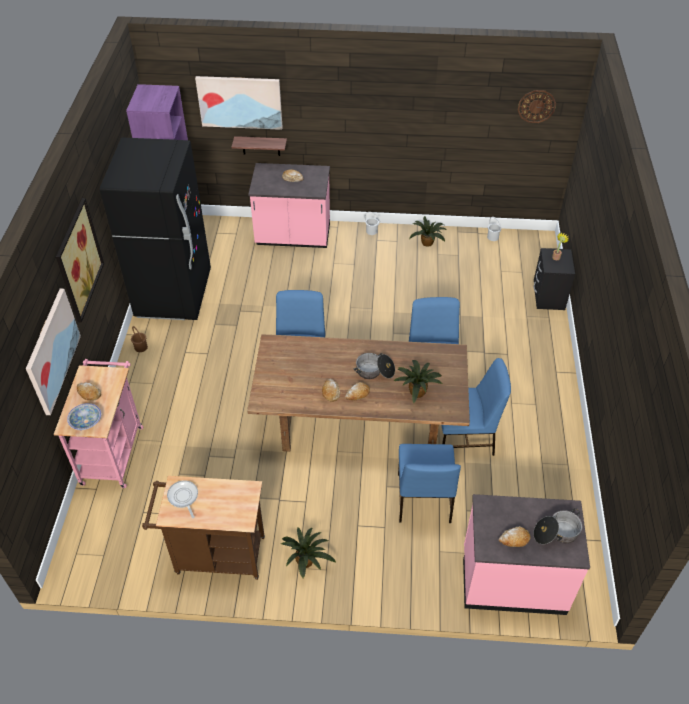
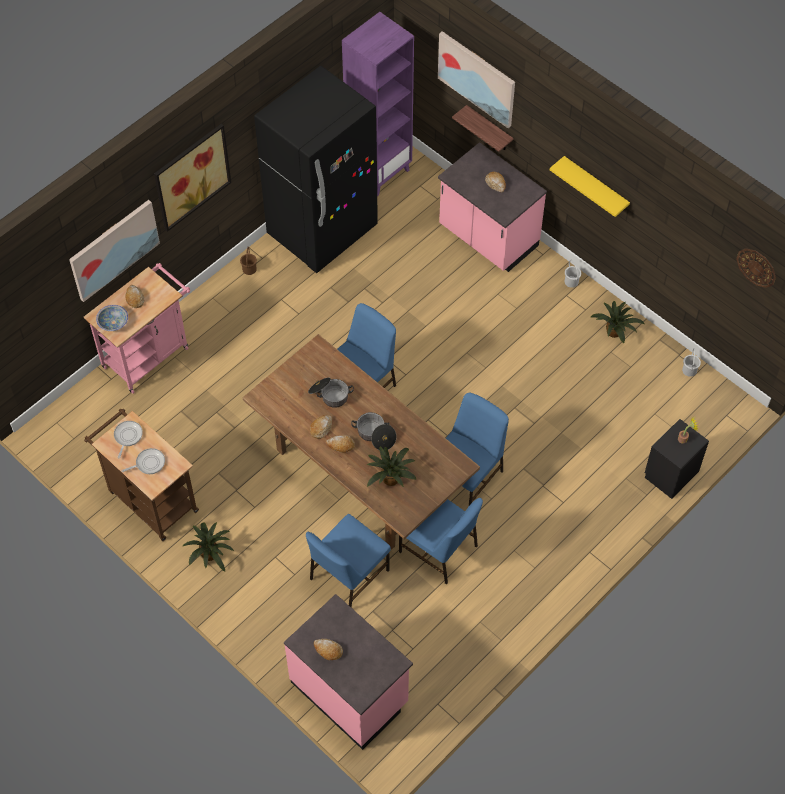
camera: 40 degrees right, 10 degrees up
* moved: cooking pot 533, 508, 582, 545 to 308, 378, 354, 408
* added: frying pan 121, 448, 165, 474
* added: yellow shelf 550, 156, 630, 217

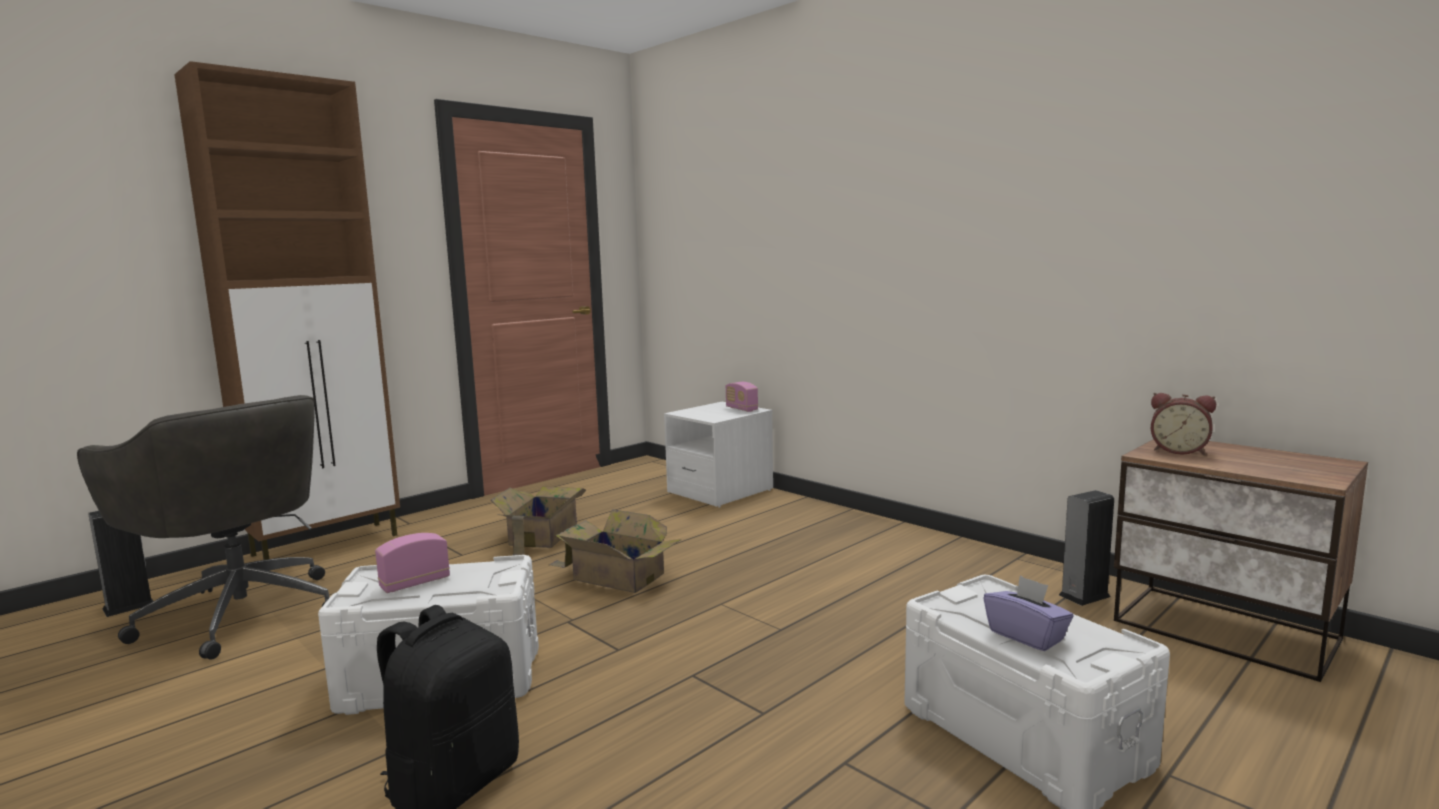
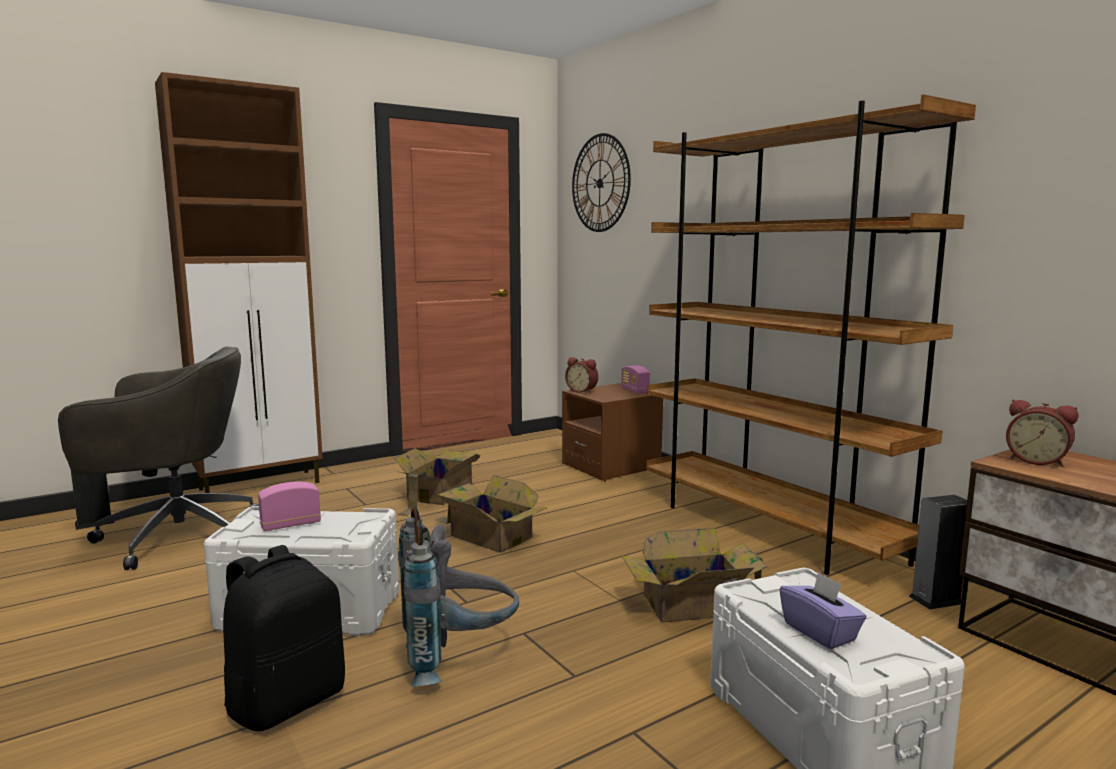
camera: 10 degrees right, 0 degrees up
* turned: grey office chair 77, 395, 330, 659 = 58, 347, 259, 570 60 degrees counterclockwise
* recoloured: white nightstand 664, 402, 773, 507 to brown nightstand 562, 383, 663, 481
* added: grey backpack 398, 507, 519, 686
* added: alarm clock 565, 357, 598, 393
* added: wall clock 572, 133, 631, 232
* added: cardboard box 622, 528, 768, 622
* added: brown bookcase 646, 94, 976, 575

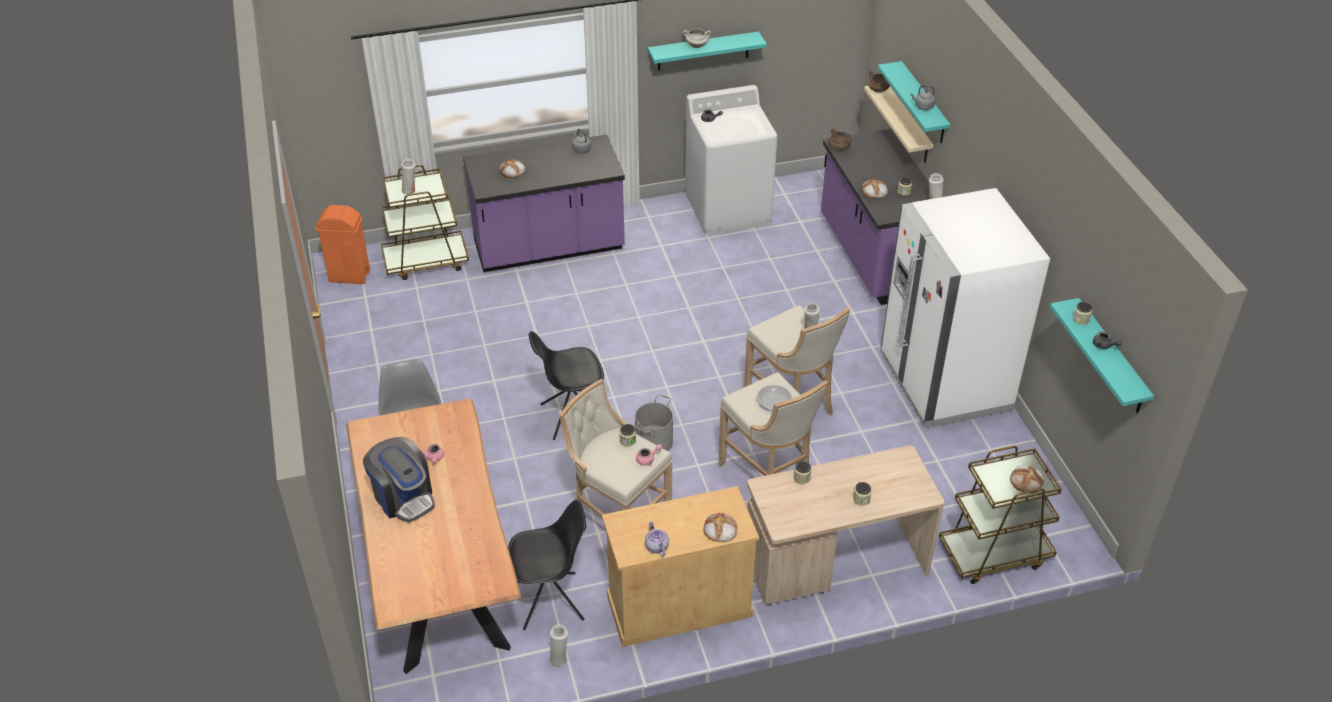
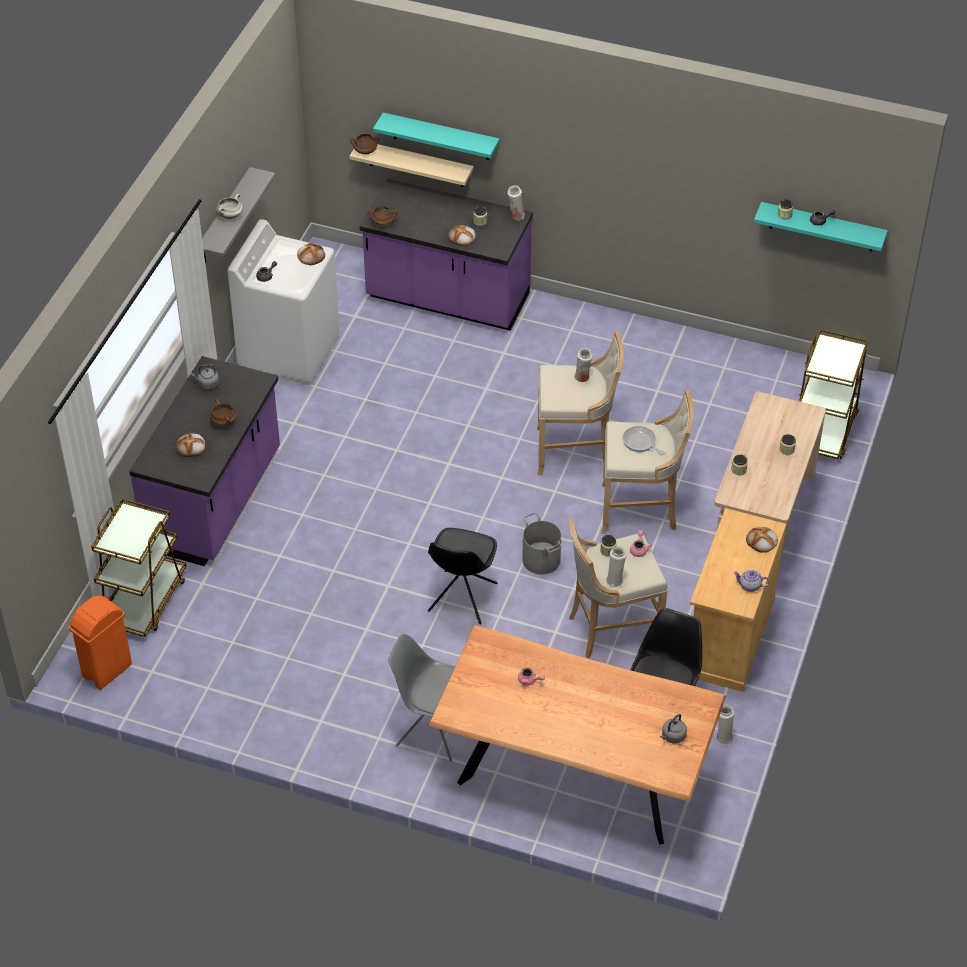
camera: 55 degrees left, 5 degrees up
* removed: coffee machine 363, 437, 435, 522
* moved: white vase 401, 159, 415, 195 to 606, 546, 627, 587
* recoloured: turquoise shelf 648, 31, 767, 71 to grey shelf 202, 167, 275, 263
* removed: white fridge 881, 188, 1050, 427
* moved: grey kettle 910, 85, 936, 110 to 660, 714, 687, 744
* moved: bread 1010, 466, 1044, 493 to 297, 243, 325, 265
* added: brown cooking pot 210, 399, 237, 427

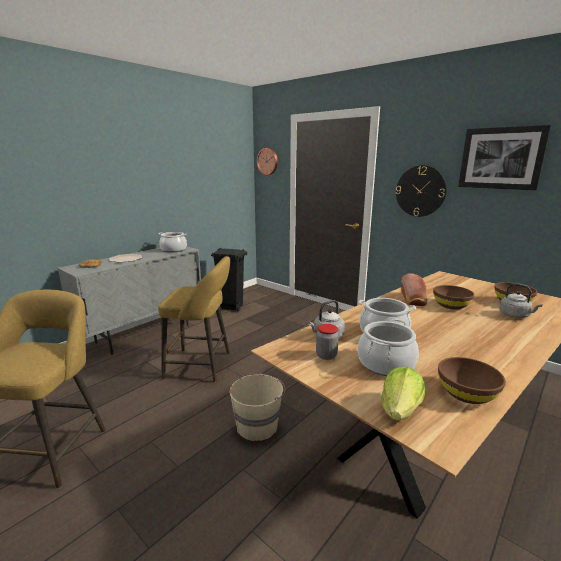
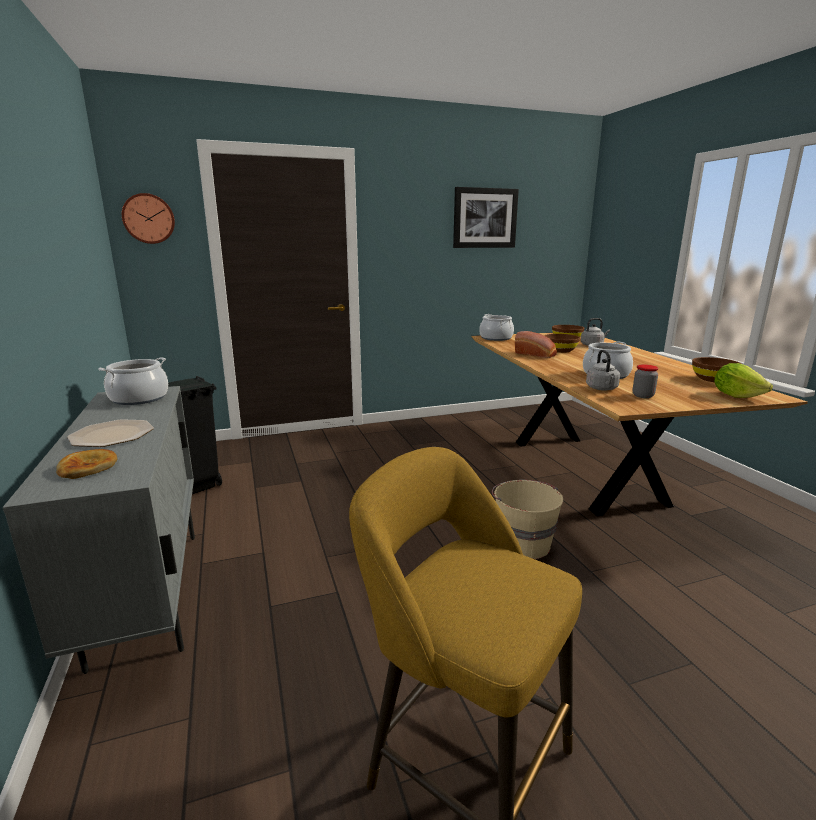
camera: 60 degrees left, 0 degrees up
* removed: yellow stool 158, 256, 230, 382
* moved: cooking pot 358, 319, 419, 376 to 479, 314, 514, 341
* removed: wall clock 396, 165, 447, 217

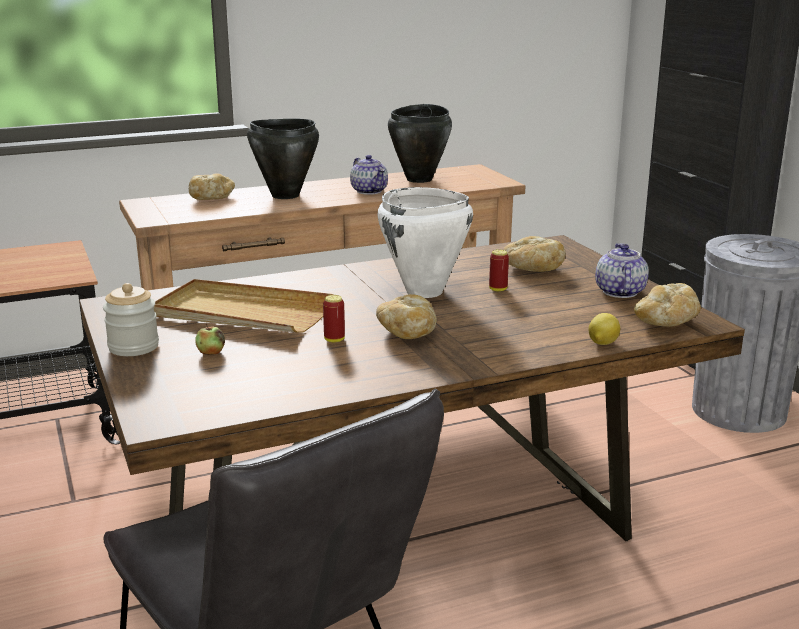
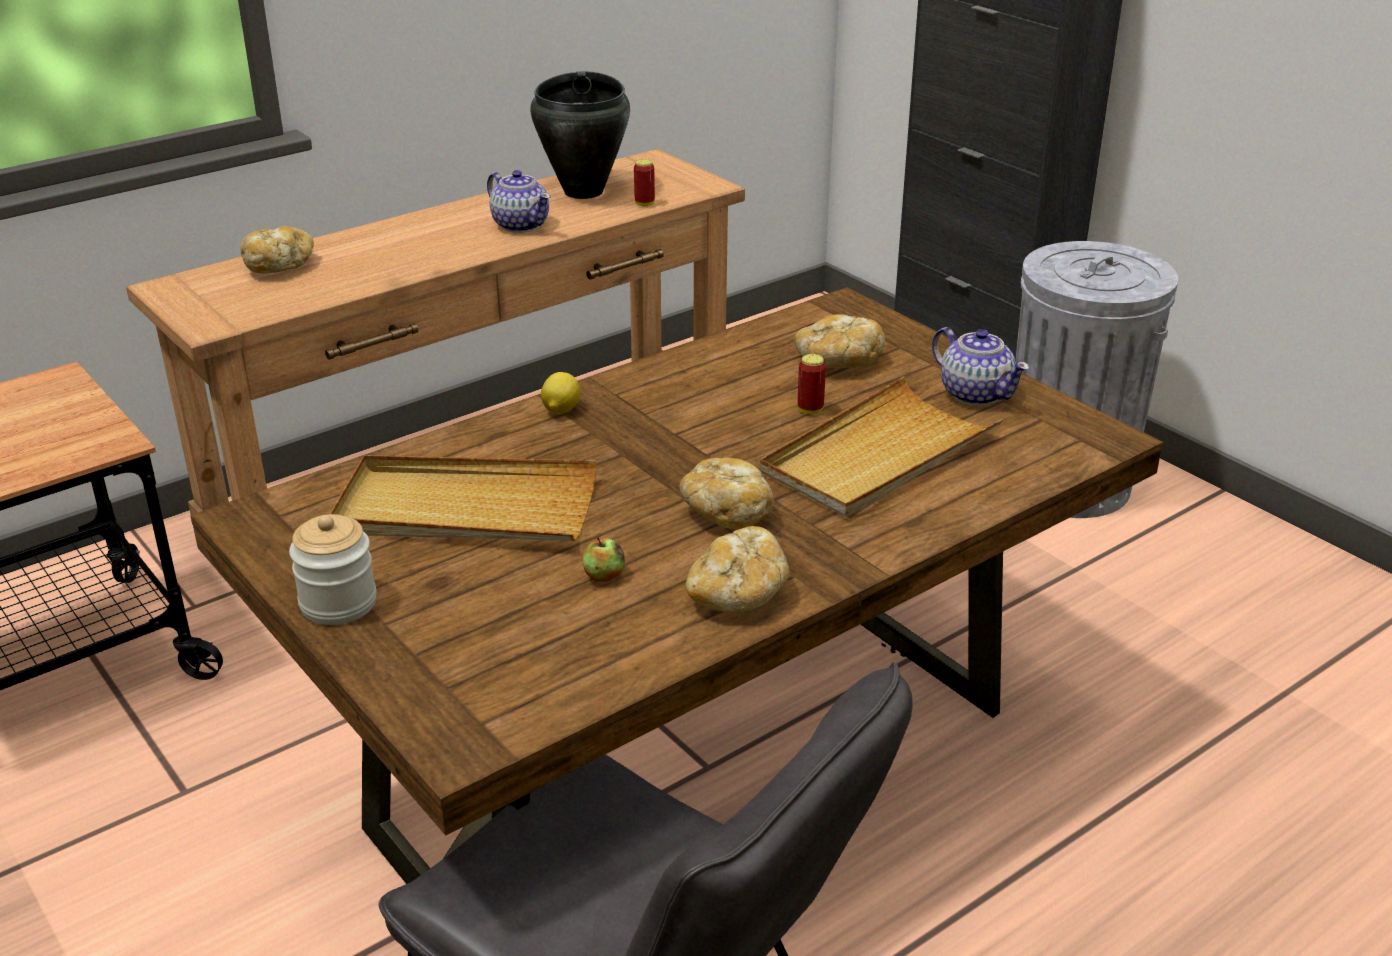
camera: 15 degrees left, 10 degrees up
* moved: apple 195, 324, 225, 355 to 583, 537, 625, 582
* removed: black cooking pot 247, 118, 319, 199
* moved: can 323, 295, 345, 343 to 634, 159, 655, 206
* removed: white cooking pot 378, 187, 473, 298
* moved: lemon 588, 313, 620, 345 to 541, 372, 581, 414
* turned: teapot 595, 243, 649, 298 = 932, 327, 1030, 406 150 degrees clockwise
* moved: bread 634, 283, 701, 327 to 686, 526, 790, 612
* added: beige tray 760, 376, 1003, 518

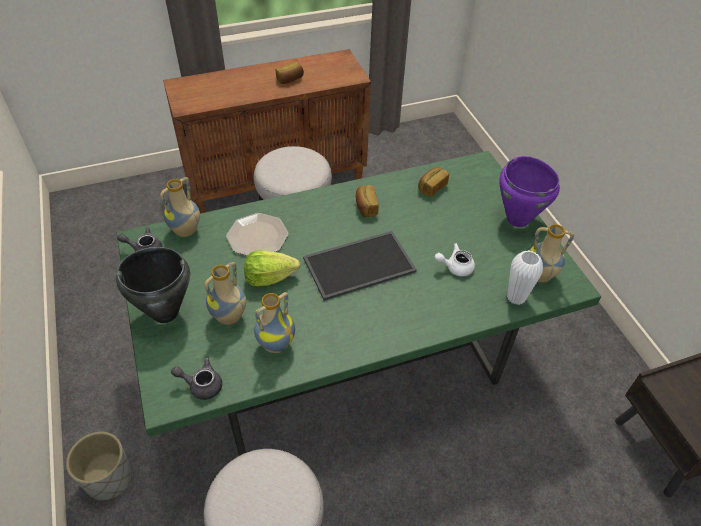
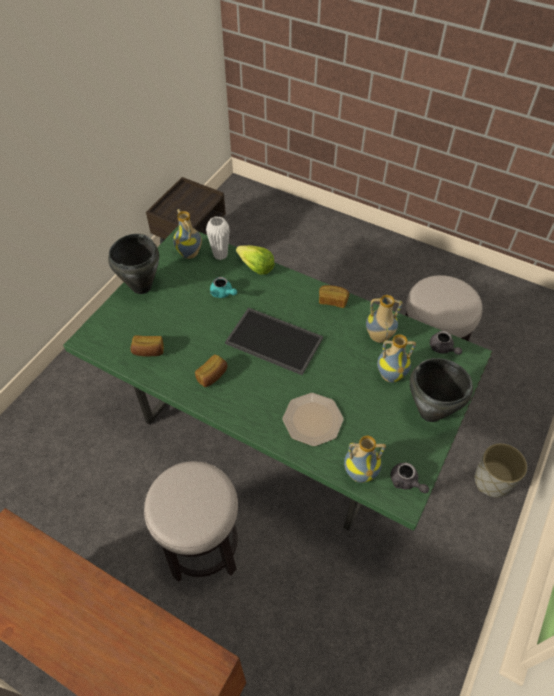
camera: 130 degrees left, 5 degrees up
* moved: lettuce 244, 250, 300, 287 to 236, 245, 275, 275
* moved: bread 276, 62, 304, 84 to 319, 285, 349, 308
* recoloured: white teapot 435, 243, 475, 276 to turquoise teapot 210, 277, 237, 298
* recoloured: purple cooking pot 499, 156, 560, 227 to black cooking pot 108, 234, 159, 294

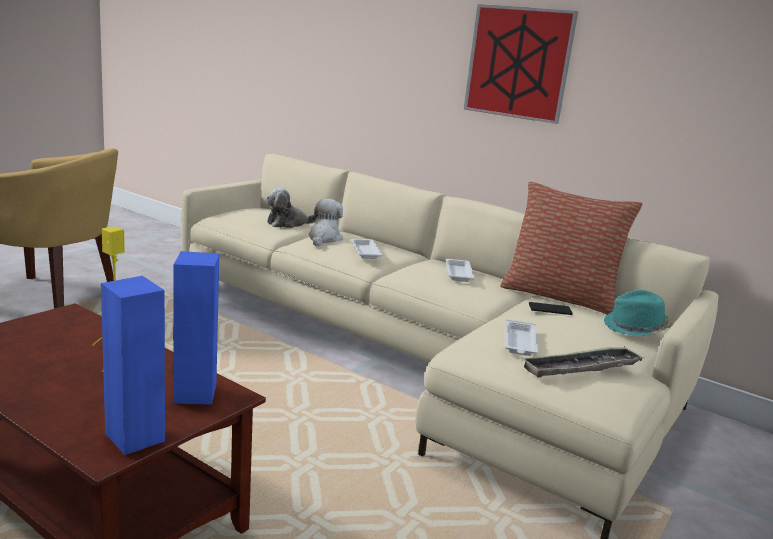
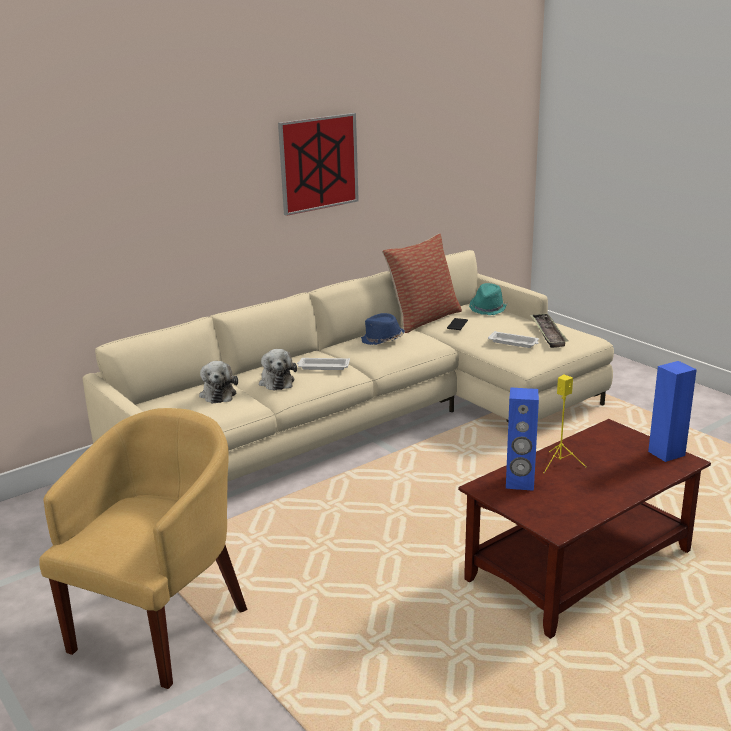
camera: 70 degrees left, 5 degrees up
* moved: blue speaker 173, 251, 219, 405 to 506, 387, 539, 491
* turned: plush toy 308, 199, 343, 246 = 259, 349, 297, 391 135 degrees counterclockwise
* replaced: white tray 445, 259, 474, 282 to blue hat 361, 313, 405, 345

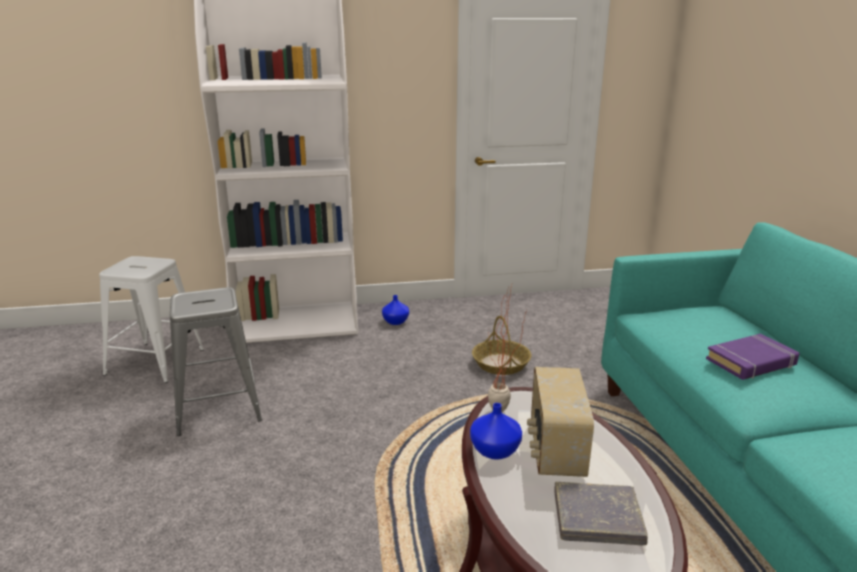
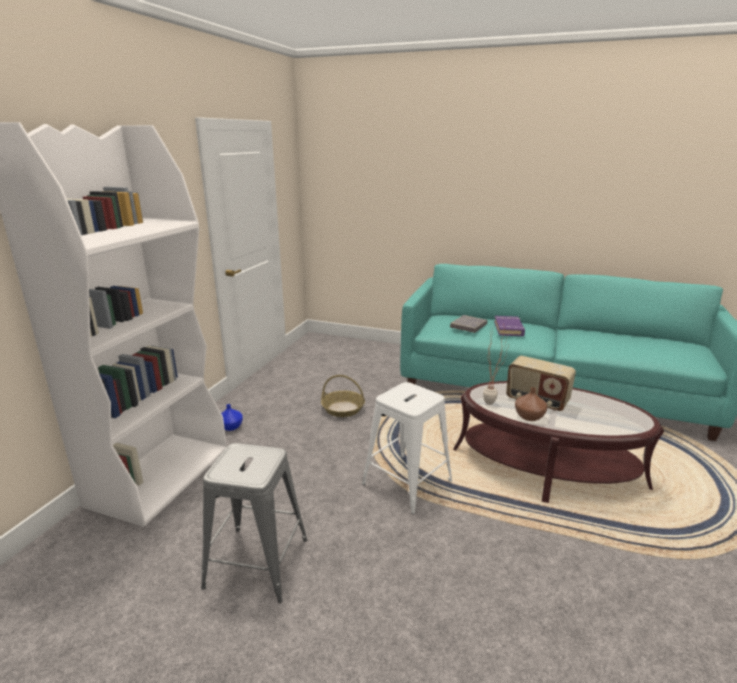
camera: 60 degrees left, 0 degrees up
* moved: white stool 99, 256, 204, 383 to 362, 382, 452, 514
* recoloured: blue vase 470, 403, 522, 460 to brown vase 515, 387, 547, 421
* moved: grey book 554, 482, 648, 546 to 450, 315, 487, 333

